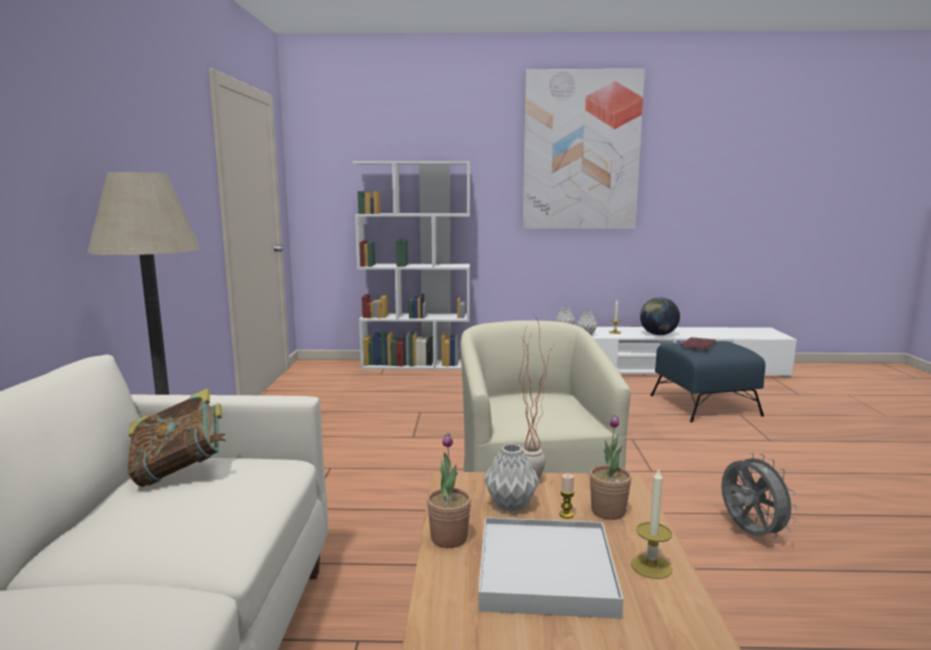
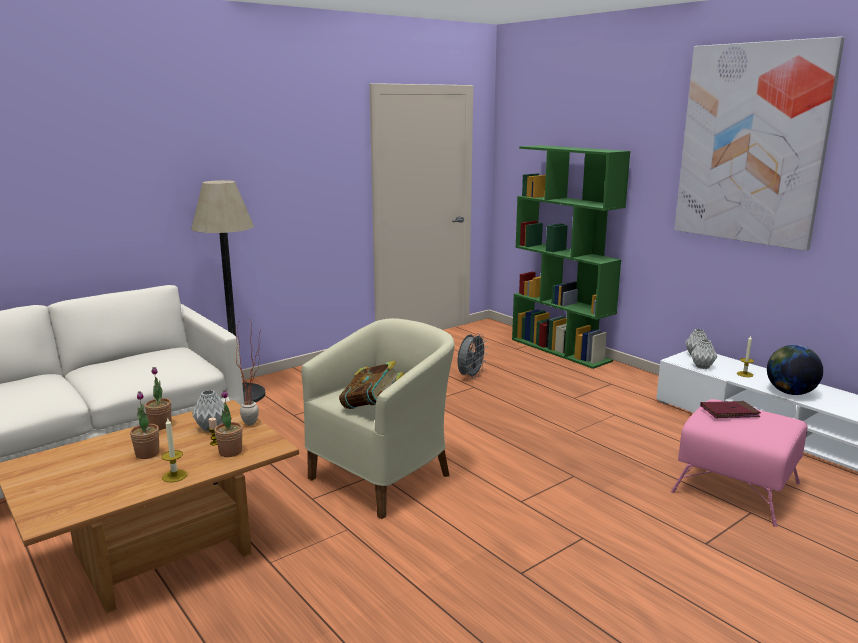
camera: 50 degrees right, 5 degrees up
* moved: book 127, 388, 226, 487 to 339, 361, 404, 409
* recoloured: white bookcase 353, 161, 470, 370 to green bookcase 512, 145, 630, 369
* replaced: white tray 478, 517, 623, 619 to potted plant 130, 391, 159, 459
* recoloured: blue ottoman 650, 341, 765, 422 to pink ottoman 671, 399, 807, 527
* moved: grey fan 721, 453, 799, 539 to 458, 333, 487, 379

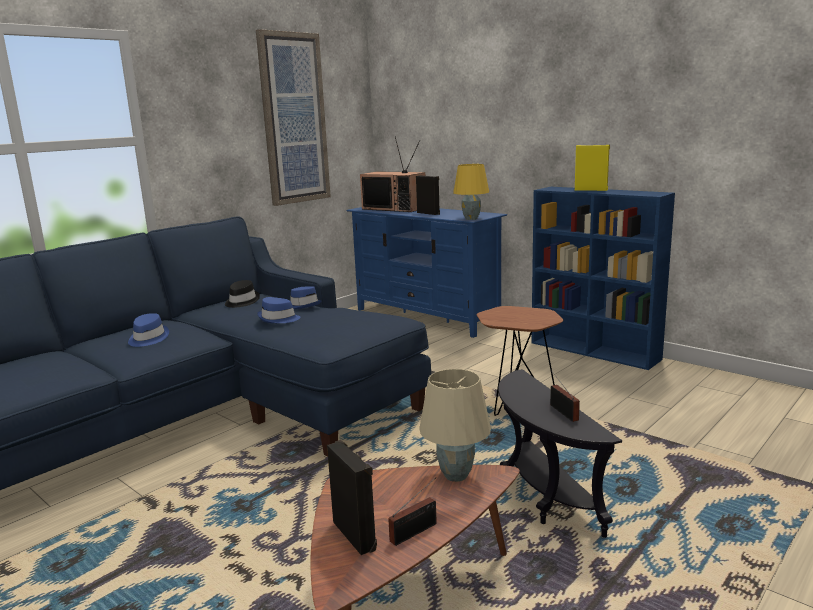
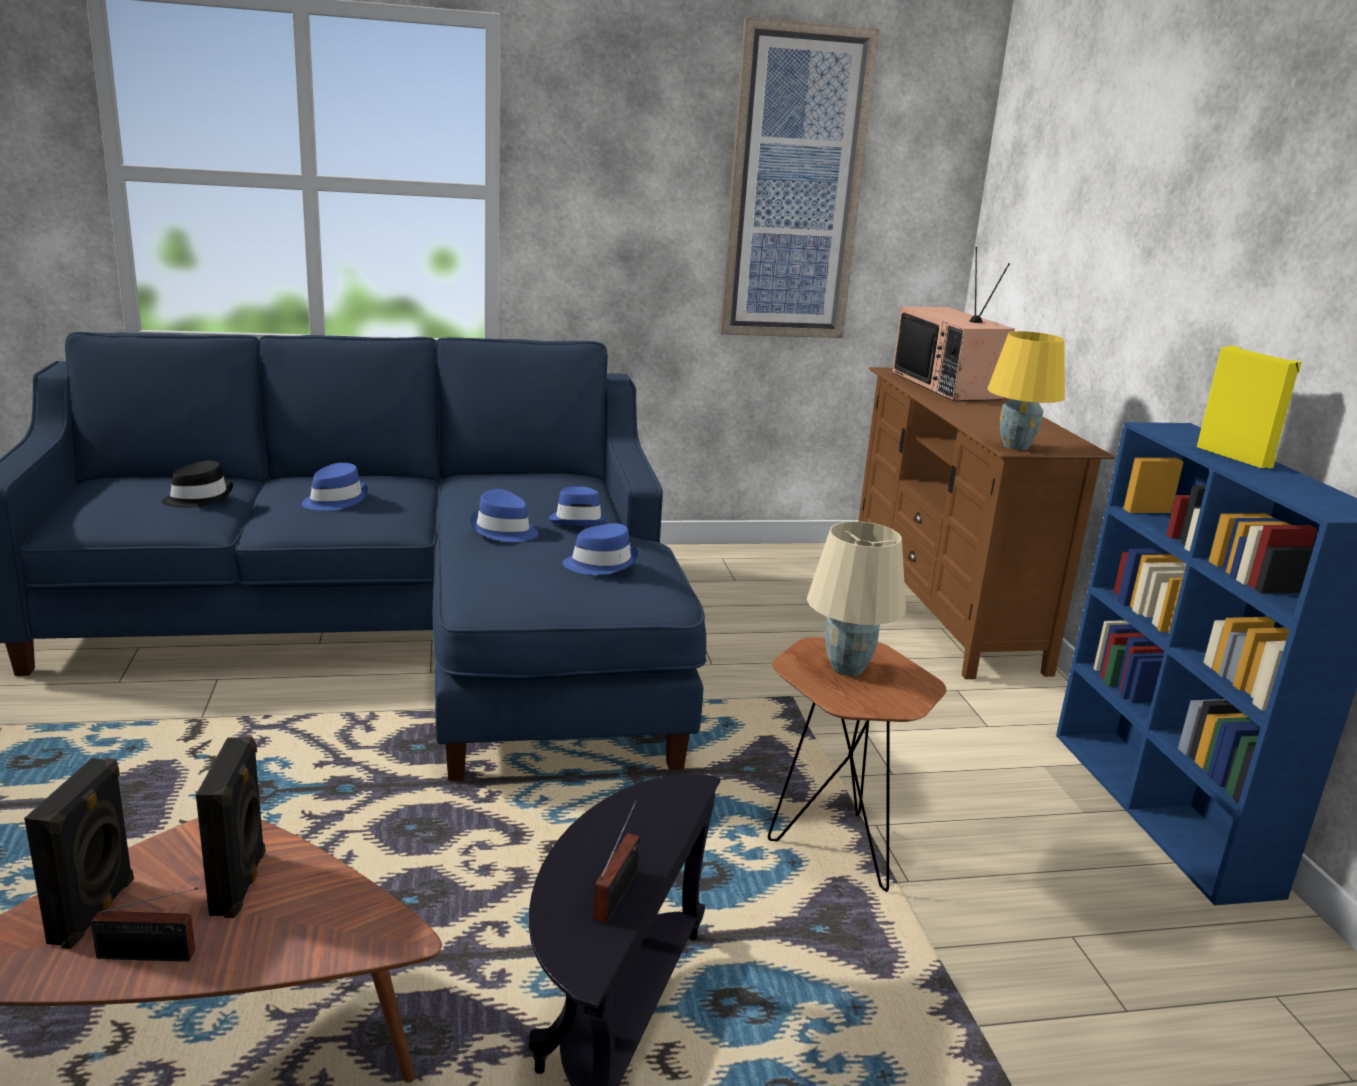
camera: 35 degrees right, 5 degrees up
* moved: black hat 225, 280, 260, 308 to 162, 461, 233, 508
* recoloured: blue tv stand 346, 207, 507, 338 to brown tv stand 858, 367, 1115, 679
* moved: black speaker 416, 175, 440, 215 to 196, 736, 265, 918
* moved: beige table lamp 419, 369, 491, 482 to 807, 521, 906, 676
* added: blue hat 563, 523, 638, 575

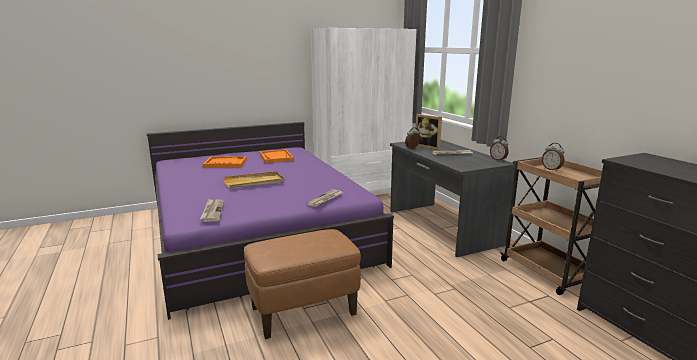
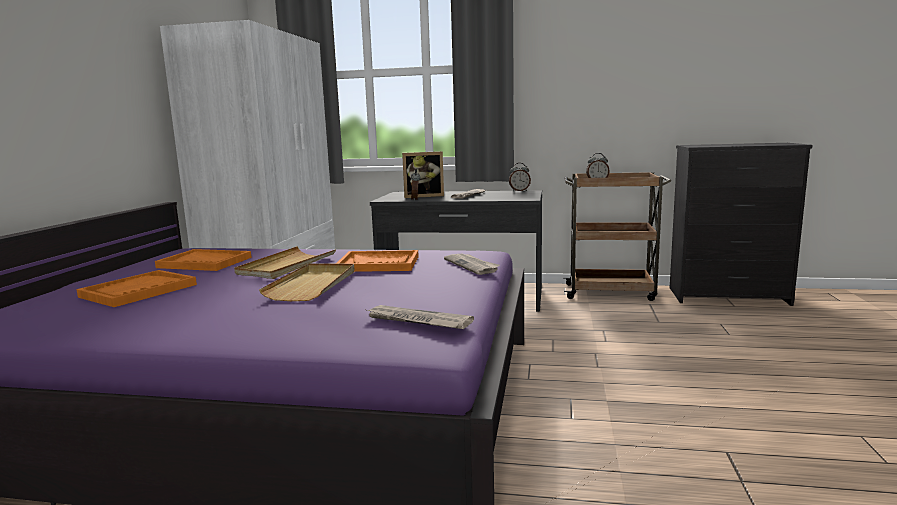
camera: 55 degrees left, 5 degrees down
* removed: brown ottoman 244, 229, 361, 339
* added: beige tray 234, 246, 336, 279
* added: orange tray 336, 250, 419, 272

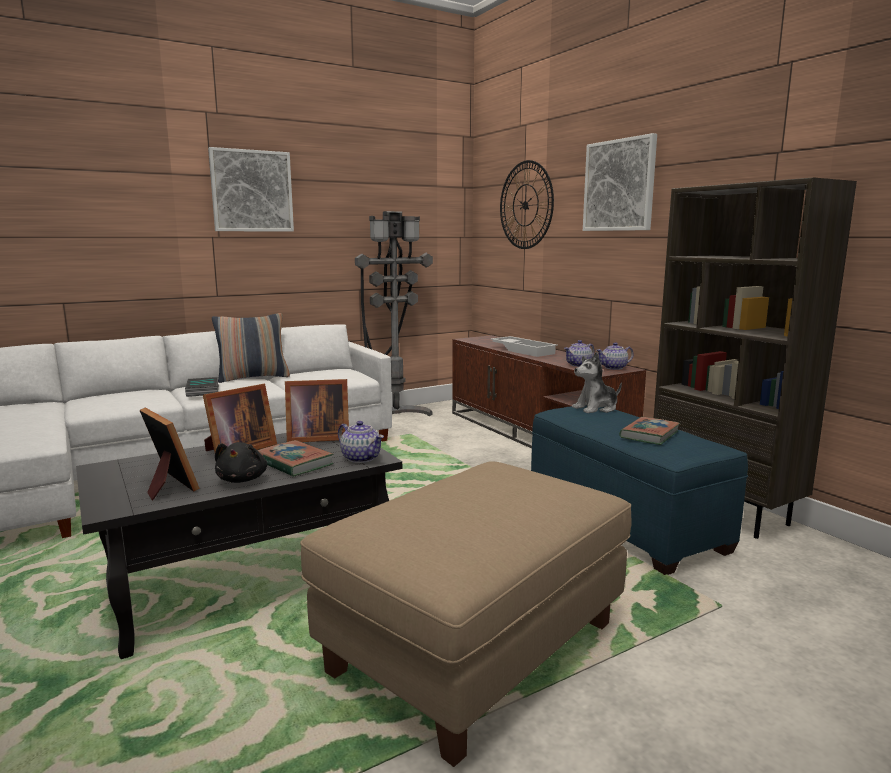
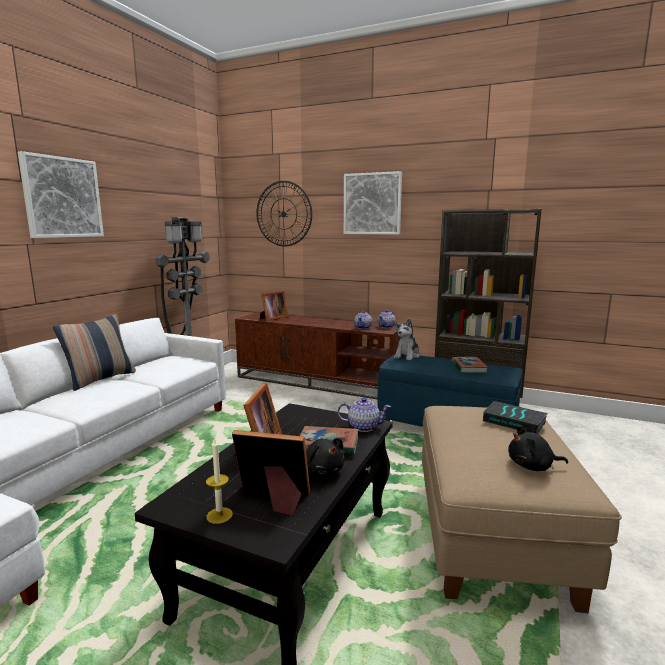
camera: 35 degrees left, 0 degrees up
* moved: book 185, 377, 219, 397 to 483, 401, 548, 434
* moved: picture frame 285, 379, 349, 442 to 260, 291, 289, 321
* removed: white tray 490, 336, 558, 357
* added: candle 206, 440, 233, 524
* added: black plush toy 508, 426, 568, 471

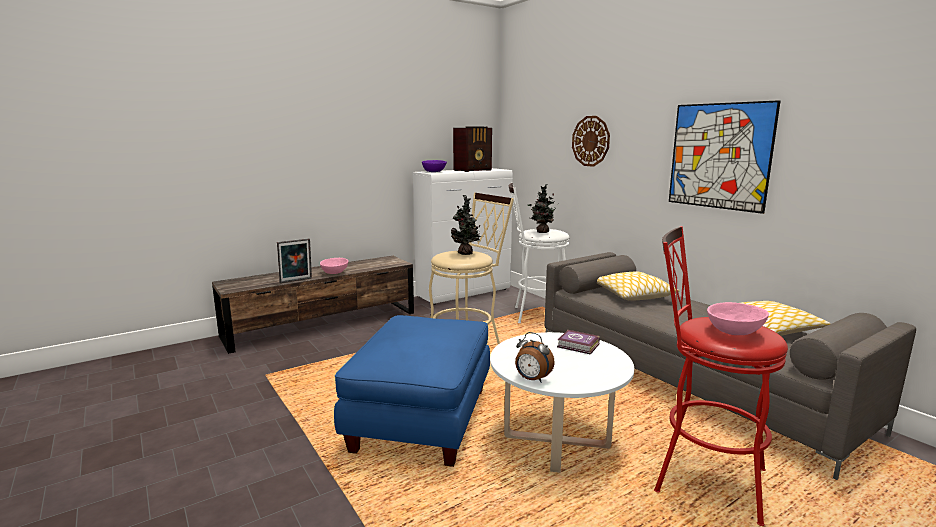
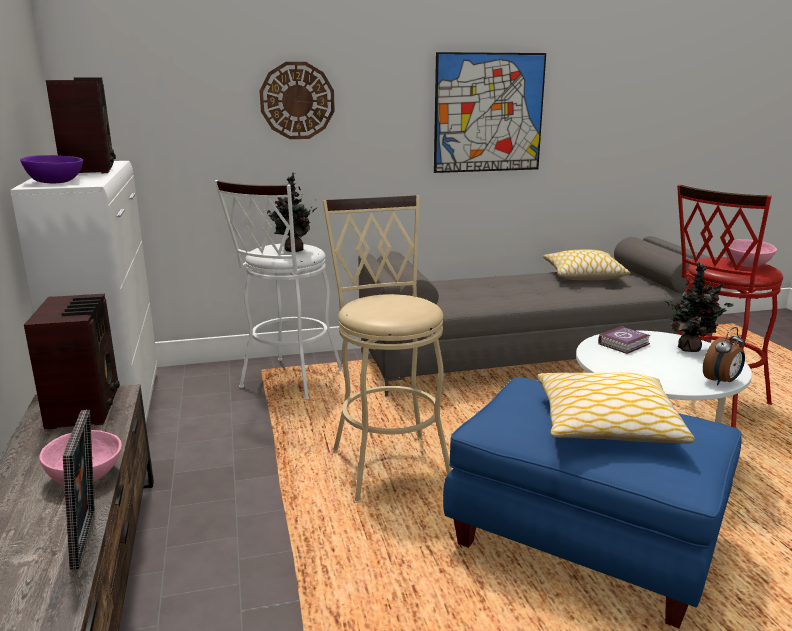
camera: 70 degrees left, 5 degrees up
* moved: potted plant 451, 195, 482, 255 to 664, 262, 734, 352
* moved: pillow 597, 271, 680, 301 to 537, 372, 695, 444
* added: radio 24, 294, 120, 429

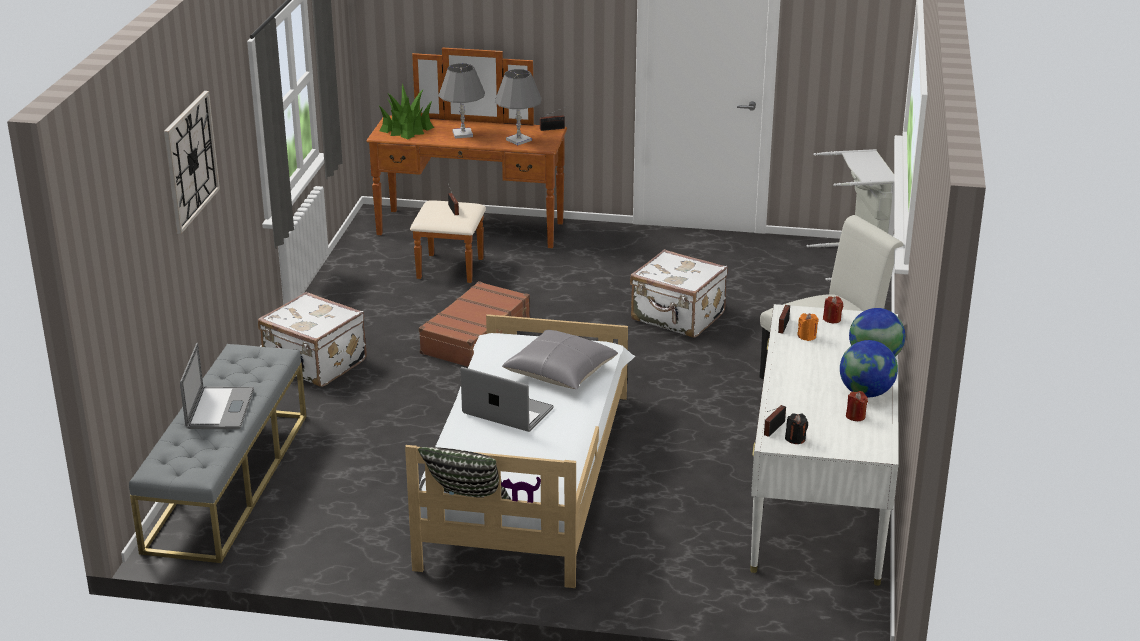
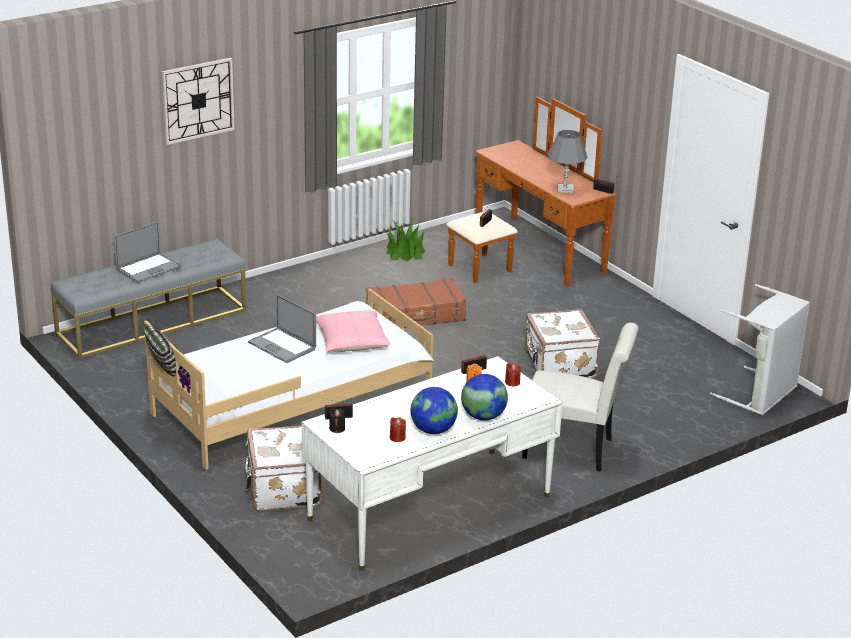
camera: 45 degrees right, 0 degrees up
* moved: white suitcase 258, 292, 367, 387 to 245, 425, 322, 511
* moved: potted plant 378, 84, 434, 140 to 386, 217, 425, 261
* removed: grey table lamp 439, 63, 485, 138
* turned: laptop 461, 367, 554, 432 = 248, 294, 316, 363 150 degrees clockwise
* recoloured: grey pillow 502, 330, 618, 389 to pink pillow 316, 310, 390, 352

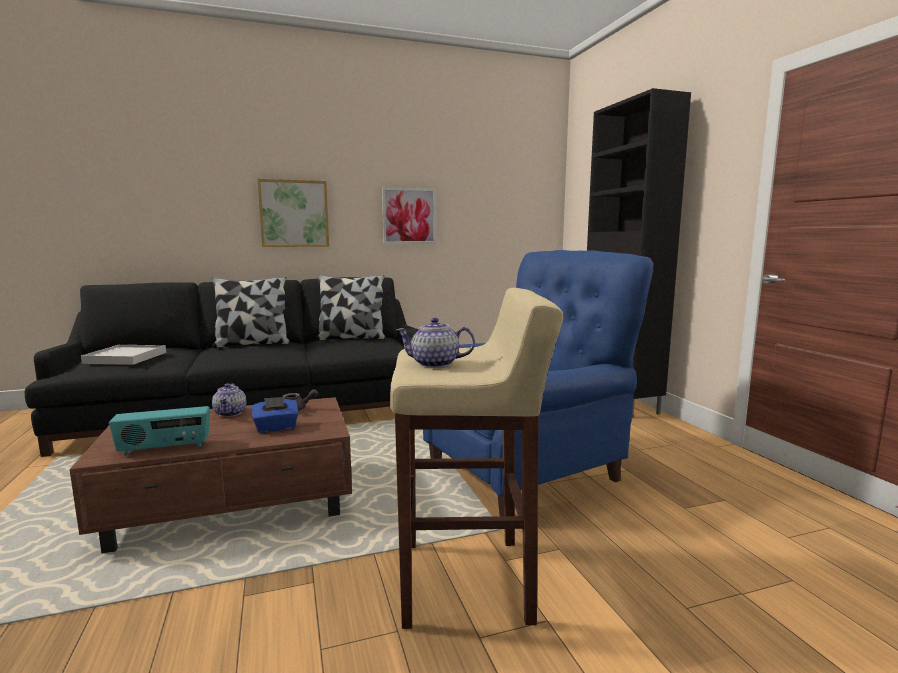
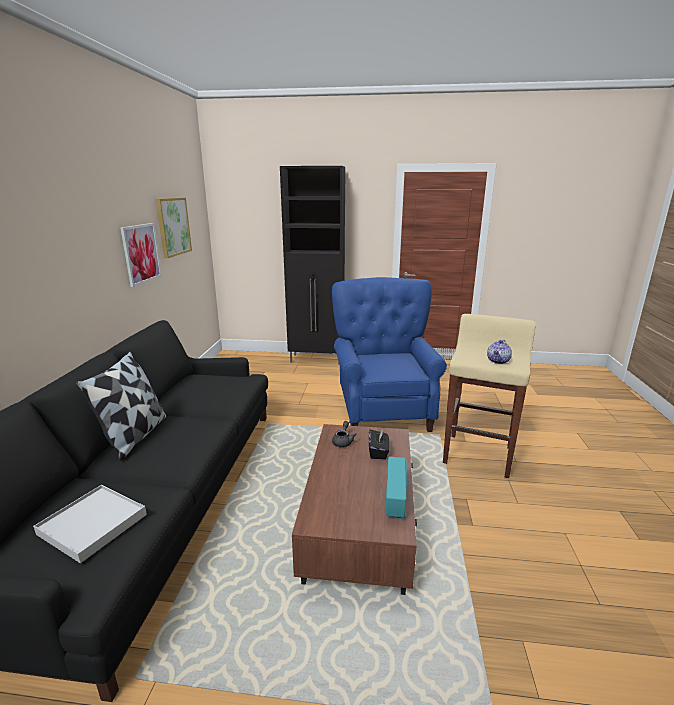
camera: 65 degrees left, 10 degrees up
* removed: teapot 212, 383, 246, 417
* recoloured: blue tissue box 252, 397, 299, 433 to black tissue box 369, 429, 390, 459
* moved: picture 258, 179, 329, 247 to 156, 198, 192, 258
* removed: pillow 316, 275, 386, 341

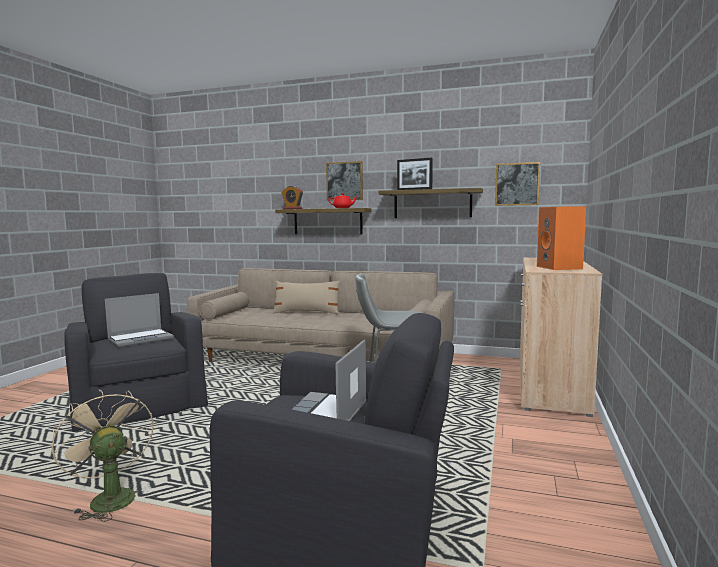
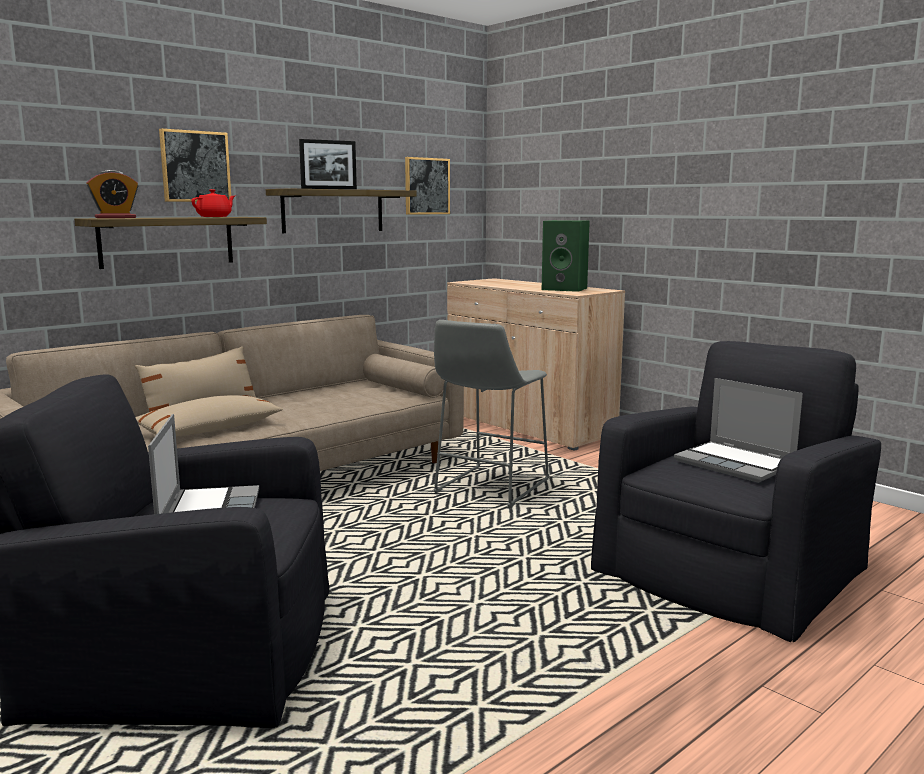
camera: 60 degrees left, 5 degrees up
* removed: beige fan 52, 389, 154, 522
* recoloured: orange speaker 537, 206, 586, 270 to green speaker 542, 220, 590, 292
* added: beige pillow 136, 395, 283, 437

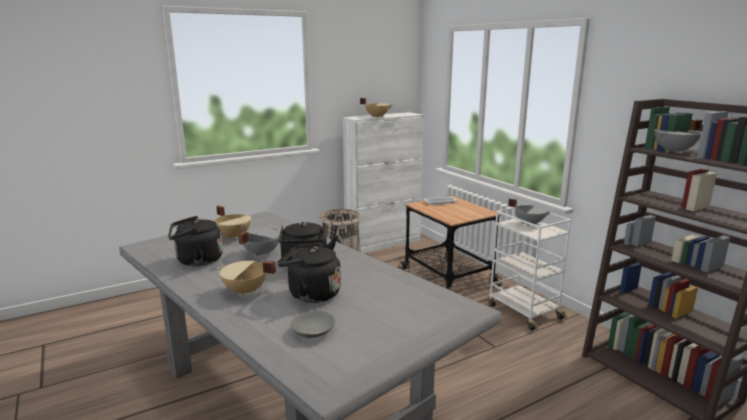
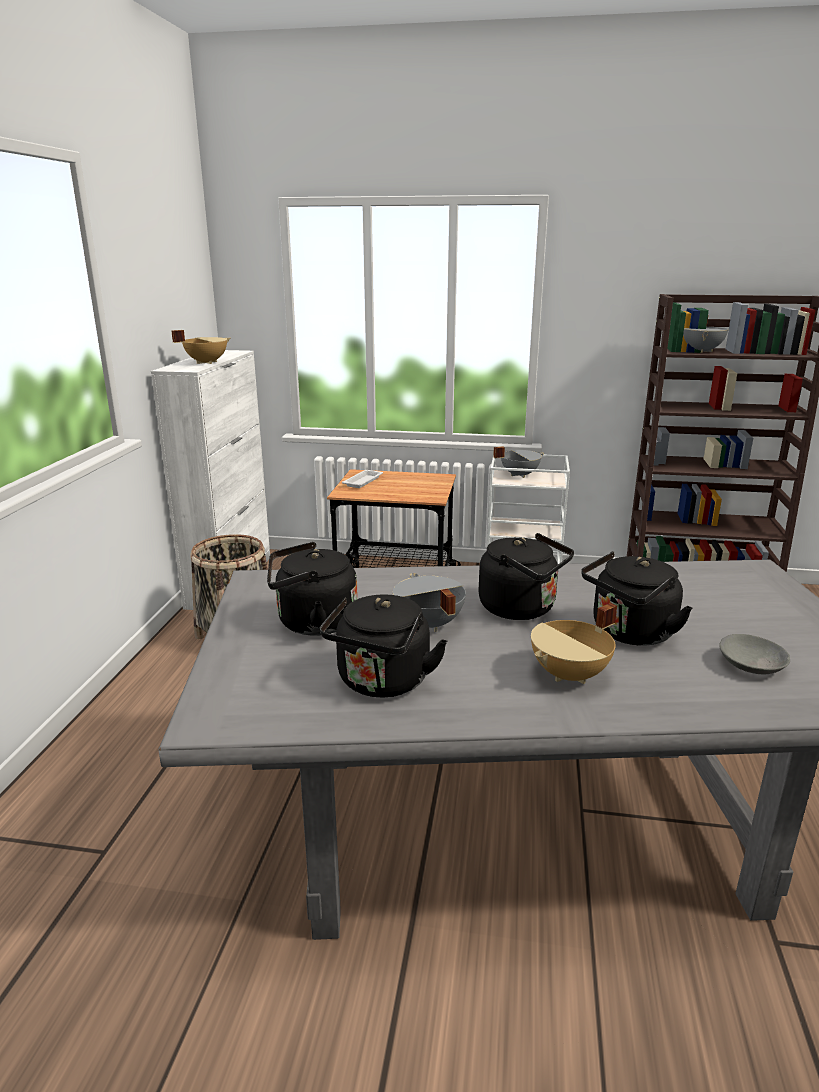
camera: 50 degrees left, 5 degrees up
* replaced: beige cooking pot 214, 205, 251, 239 to black kettle 267, 542, 358, 636

